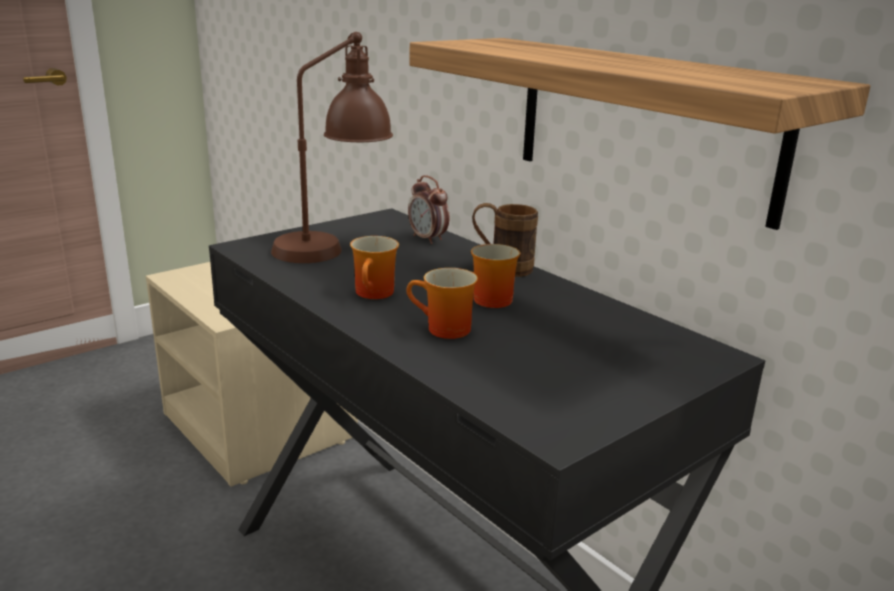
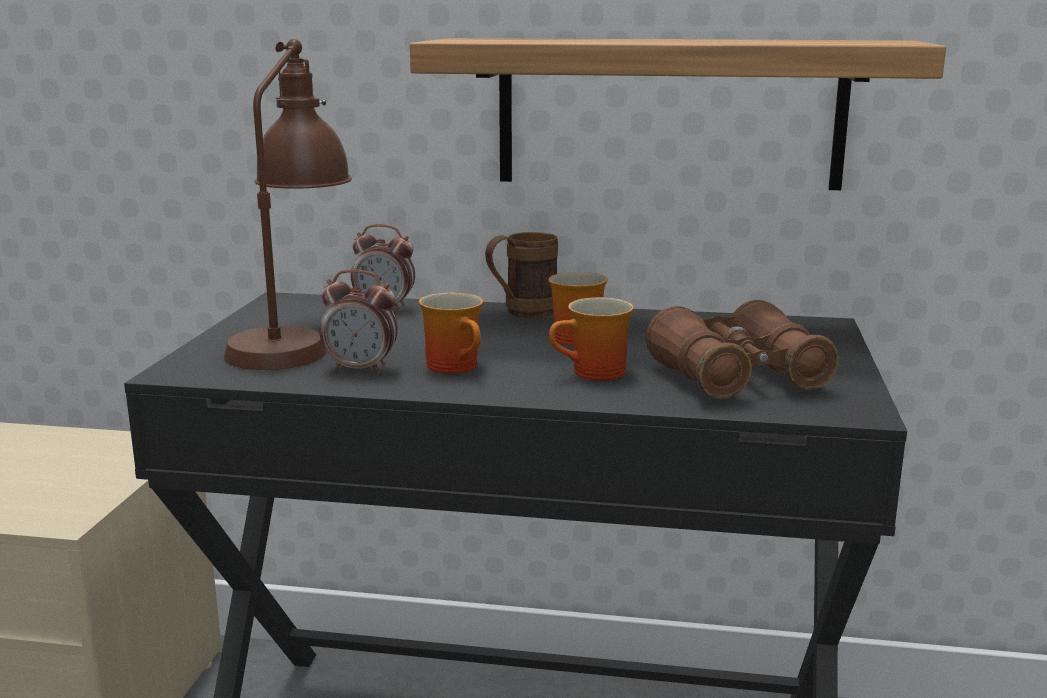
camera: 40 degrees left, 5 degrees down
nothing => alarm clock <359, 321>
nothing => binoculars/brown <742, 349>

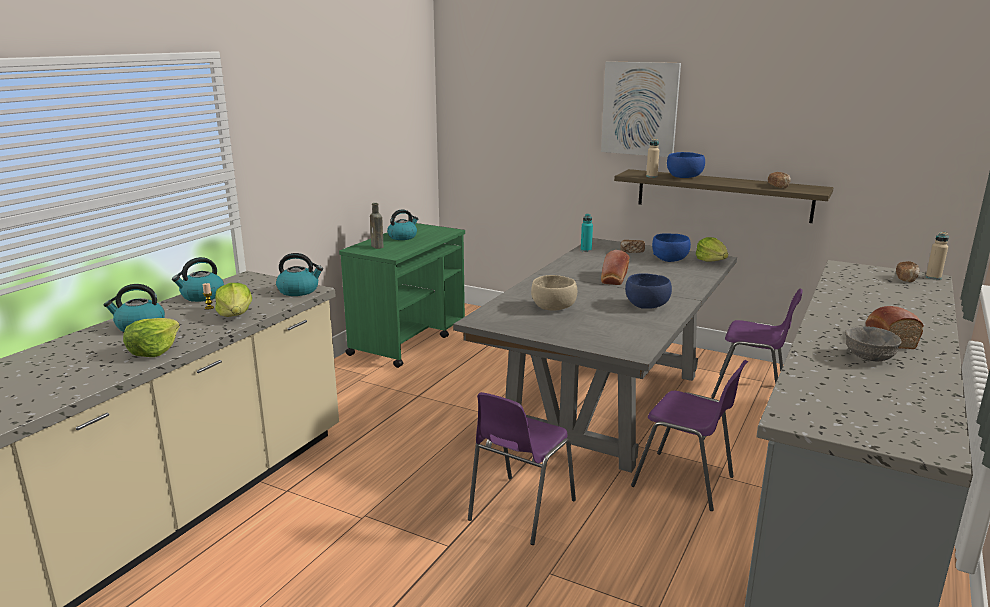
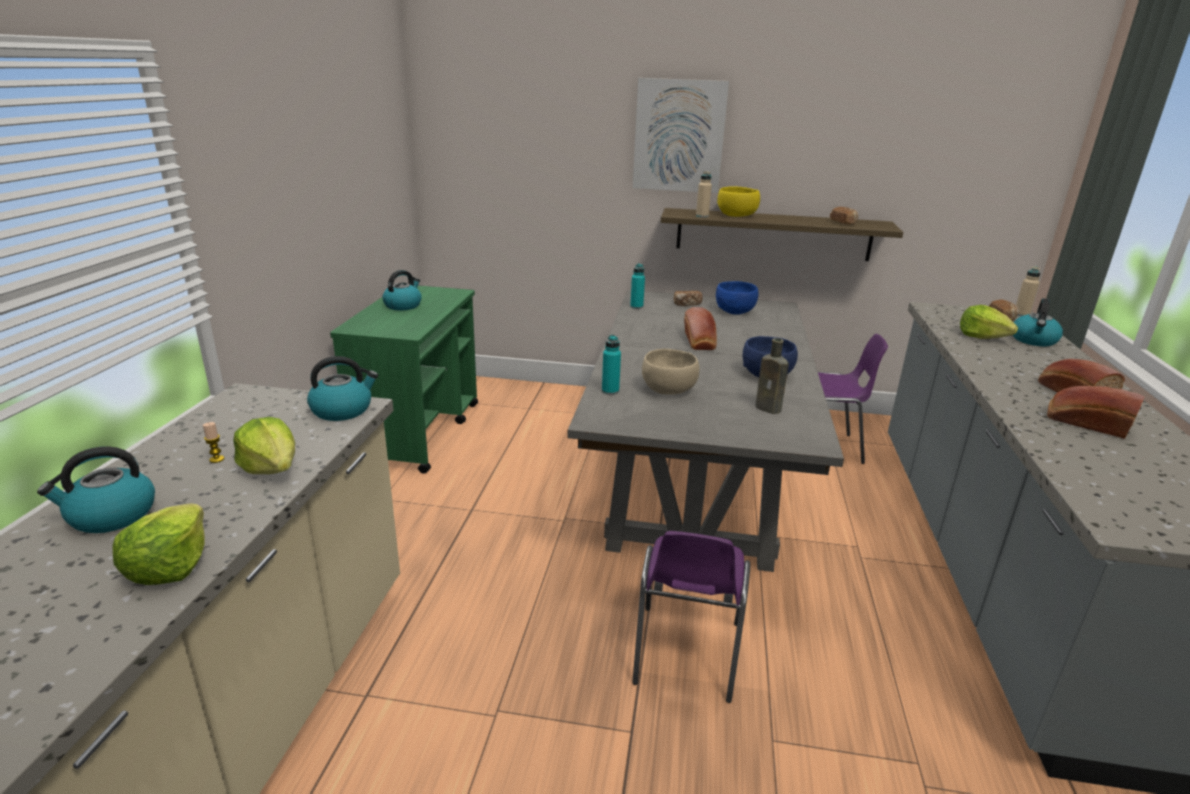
camera: 20 degrees left, 5 degrees up
chair/purple <689, 435> => nothing
nothing => bottle/turquoise <611, 365>
kettle <198, 279> => kettle <1038, 322>, move
bottle/brown <376, 226> => bottle/brown <772, 376>, move
lettuce <712, 249> => lettuce <989, 322>, move
bowl/grey <873, 344> => bread <1096, 412>
bowl/blue <686, 165> => bowl/yellow <738, 202>

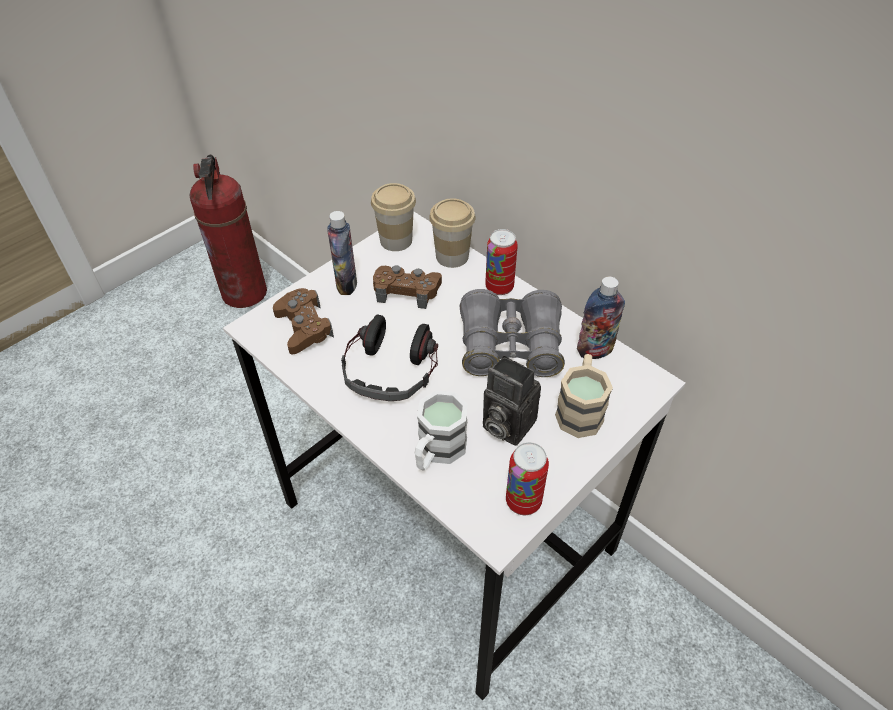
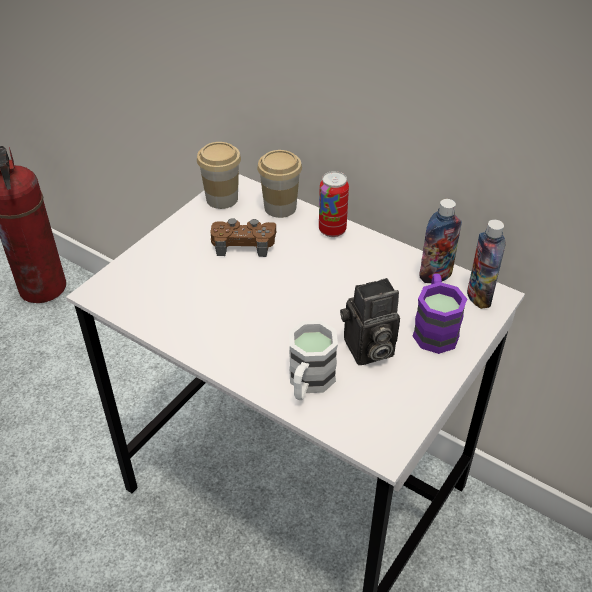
camera: 10 degrees left, 5 degrees down
game controller/brown <303, 321> => nothing
headphones <389, 357> => nothing
binoculars/grey <512, 333> => nothing
can <527, 478> => nothing
bottle <342, 253> => bottle <486, 264>, move
mug/beige <584, 396> => mug/purple <440, 314>
photo camera <512, 400> => photo camera <370, 321>, 45 degrees counterclockwise

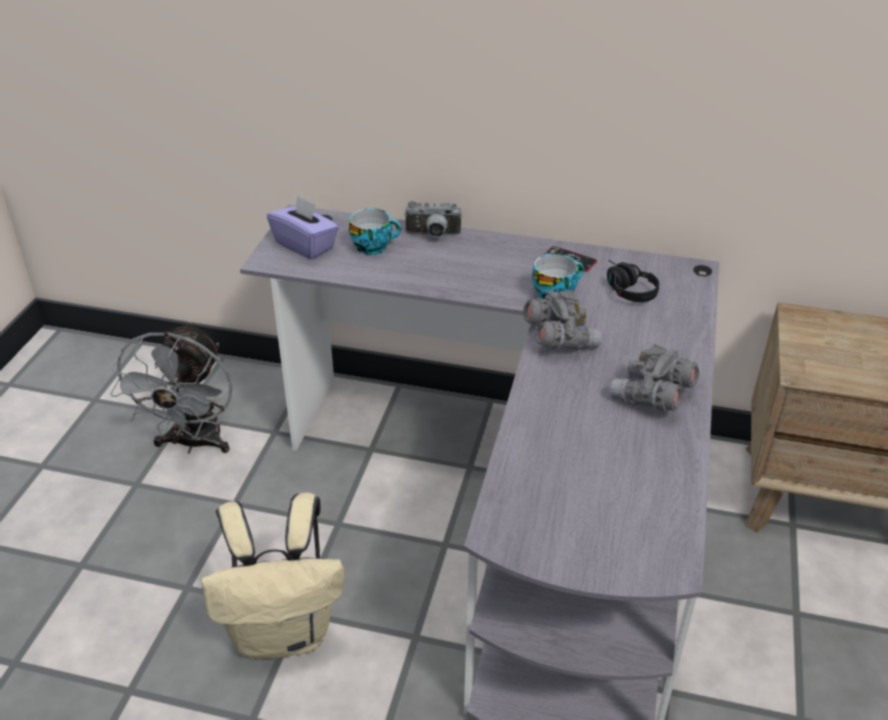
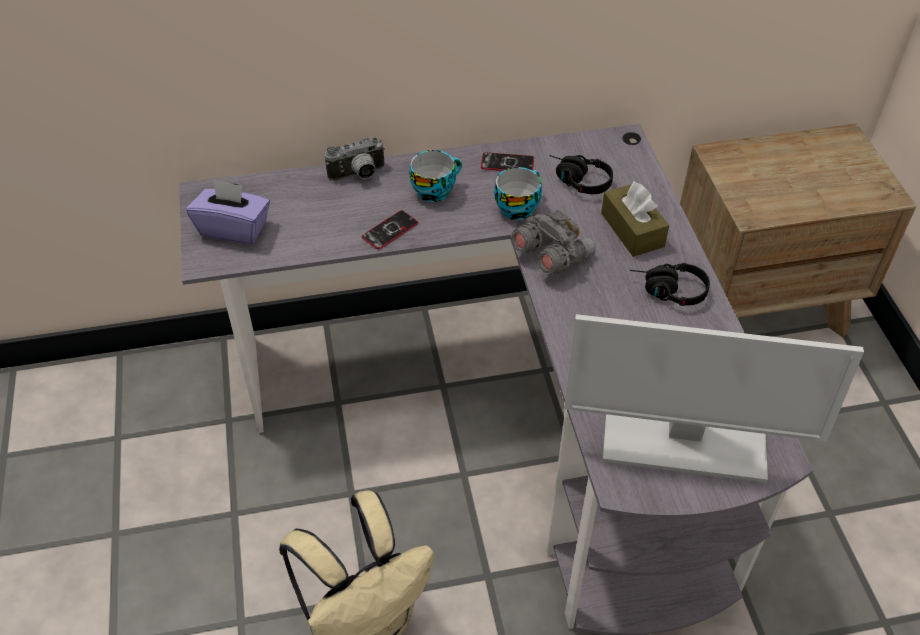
camera: 25 degrees left, 10 degrees up
fan/grey <171, 387> => nothing
nothing => phone <390, 230>
nothing => monitor <714, 398>
nothing => tissue box/brown <635, 219>
cup <375, 231> => cup <435, 176>, move
binoculars/grey <654, 378> => headphones/black <670, 284>

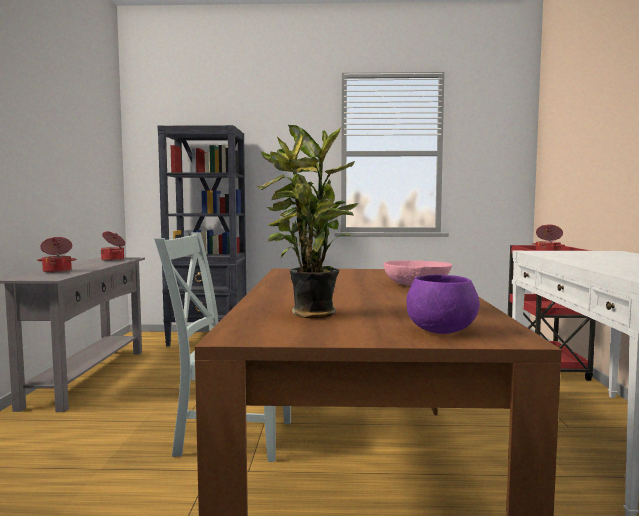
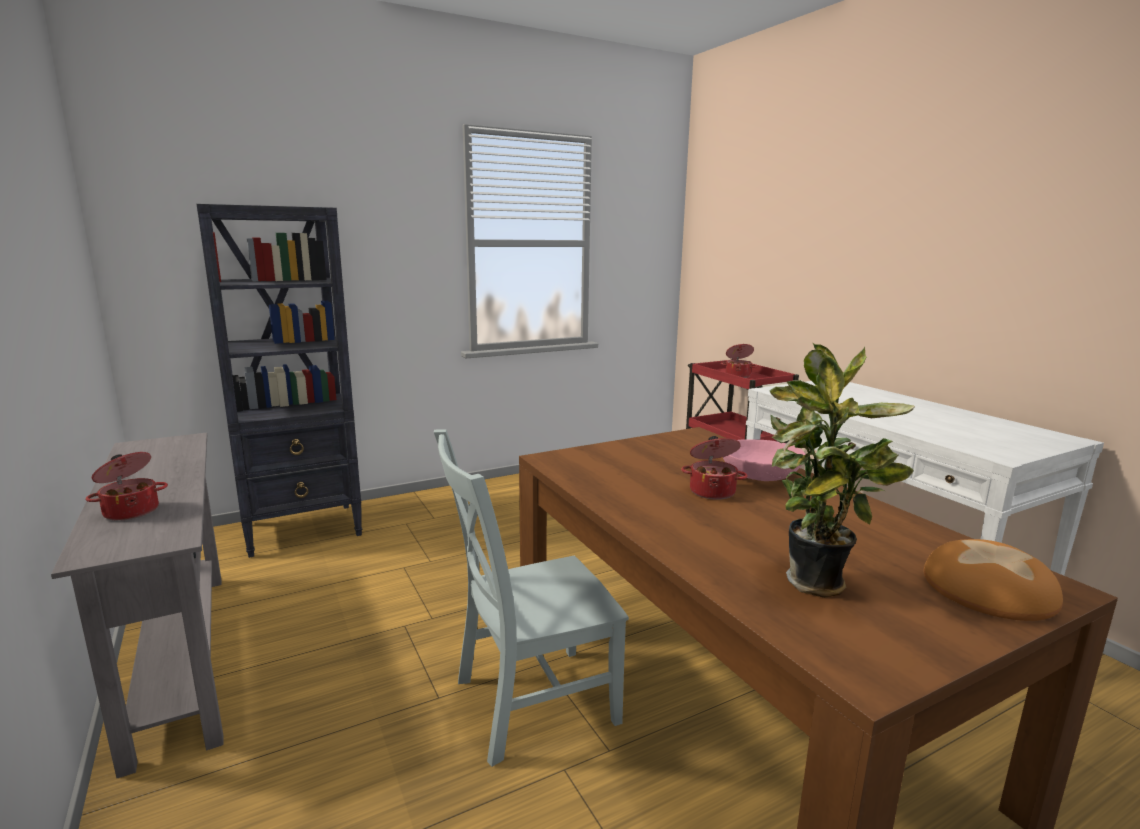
camera: 30 degrees left, 10 degrees up
cooking pot <113, 246> => cooking pot <714, 468>, move
bowl/purple <443, 304> => bread <993, 580>

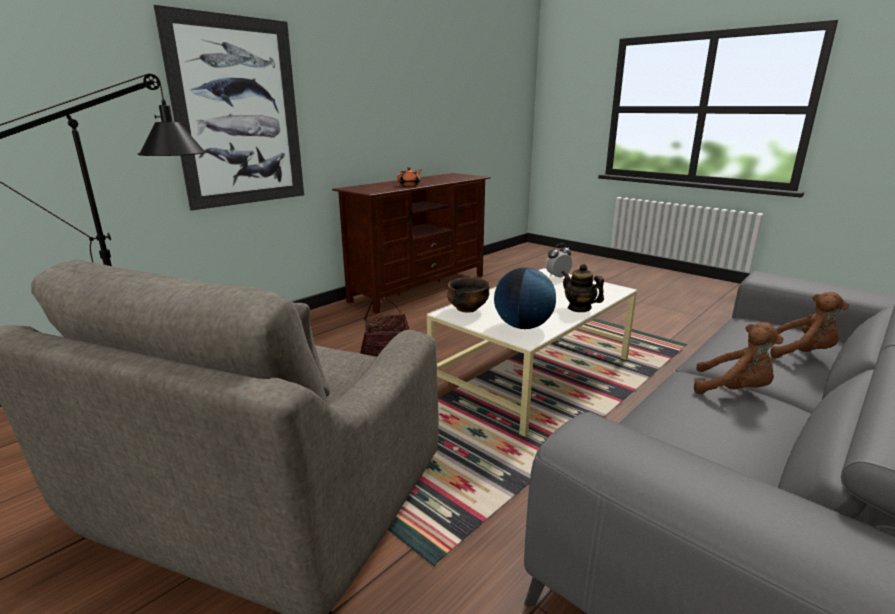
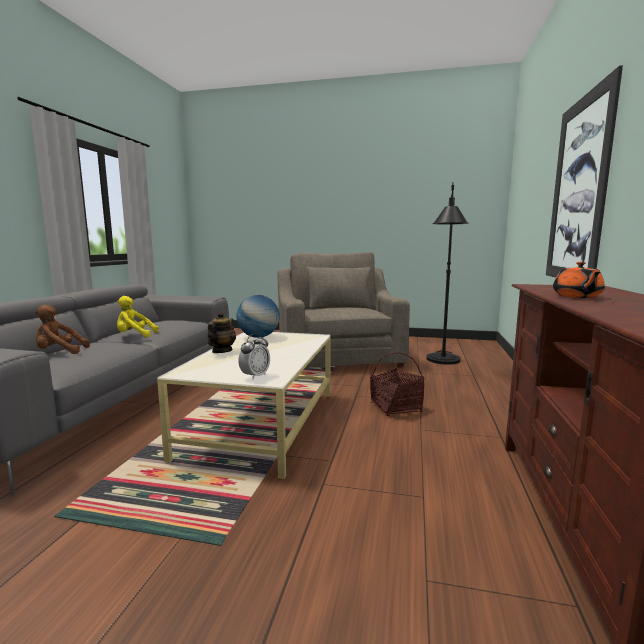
camera: 150 degrees right, 10 degrees down
bowl <468, 295> => nothing
plush toy/brown <739, 358> => plush toy/yellow <138, 316>
teapot <583, 288> => teapot <221, 332>, 90 degrees counterclockwise

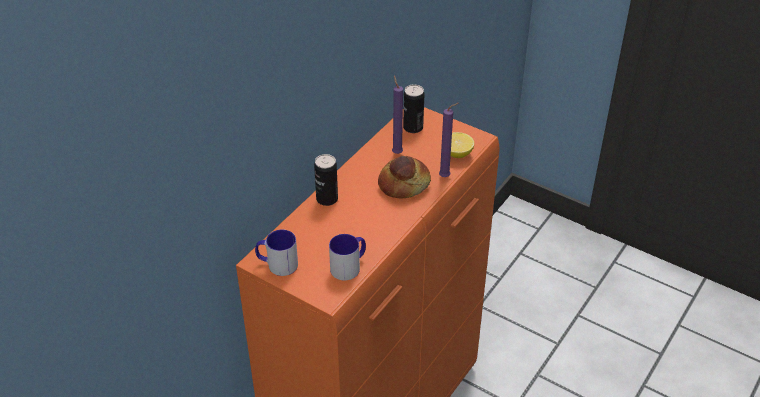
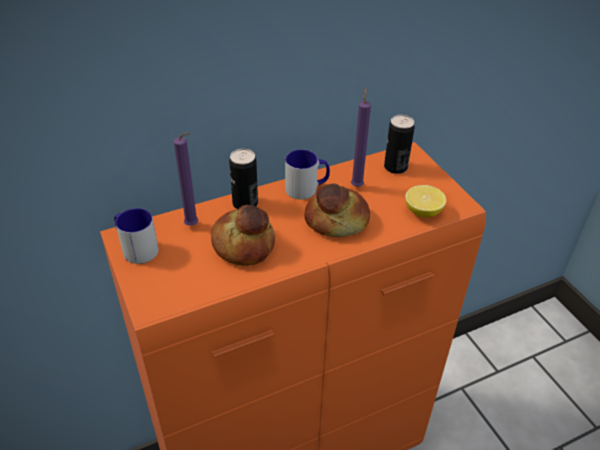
camera: 30 degrees right, 0 degrees up
nothing => bread <243, 235>
mug <347, 257> => mug <307, 174>, move
candle/purple <449, 140> => candle/purple <186, 179>, move

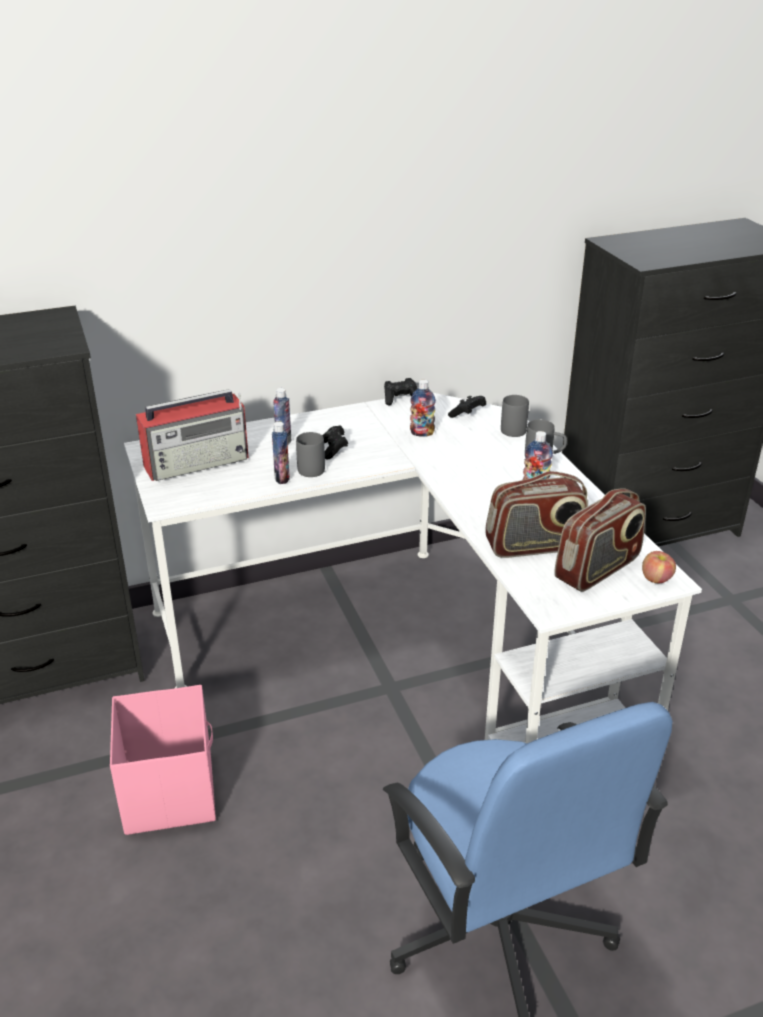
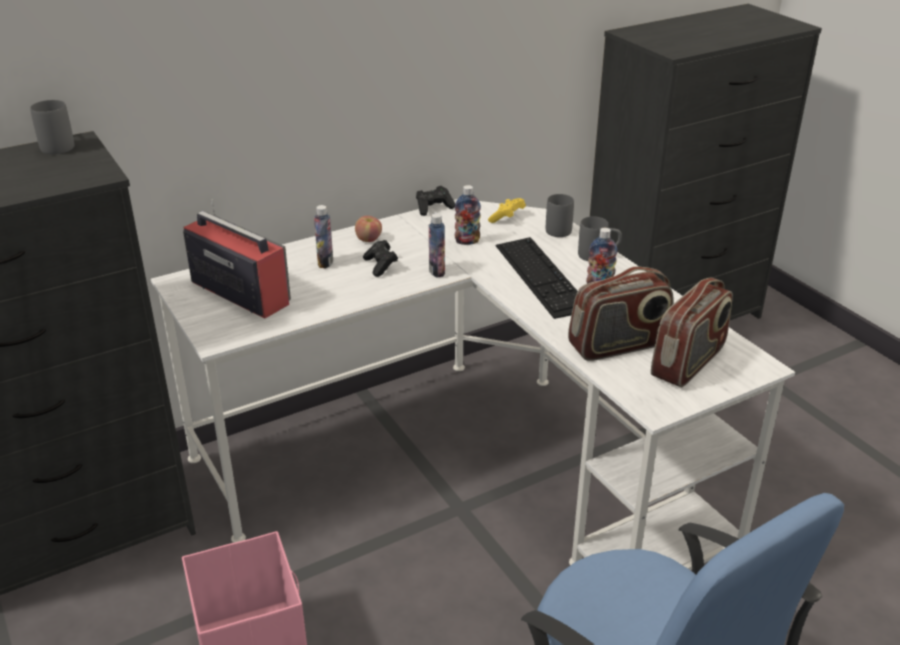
camera: 10 degrees left, 0 degrees up
nothing => keyboard <537, 278>
bottle <281, 453> => bottle <437, 245>, move
mug/grey <310, 454> => mug/grey <52, 127>, move
apple <659, 567> => apple <368, 229>, move
game controller/black <467, 407> => game controller/yellow <507, 210>
radio <192, 435> => radio <237, 259>, 105 degrees counterclockwise

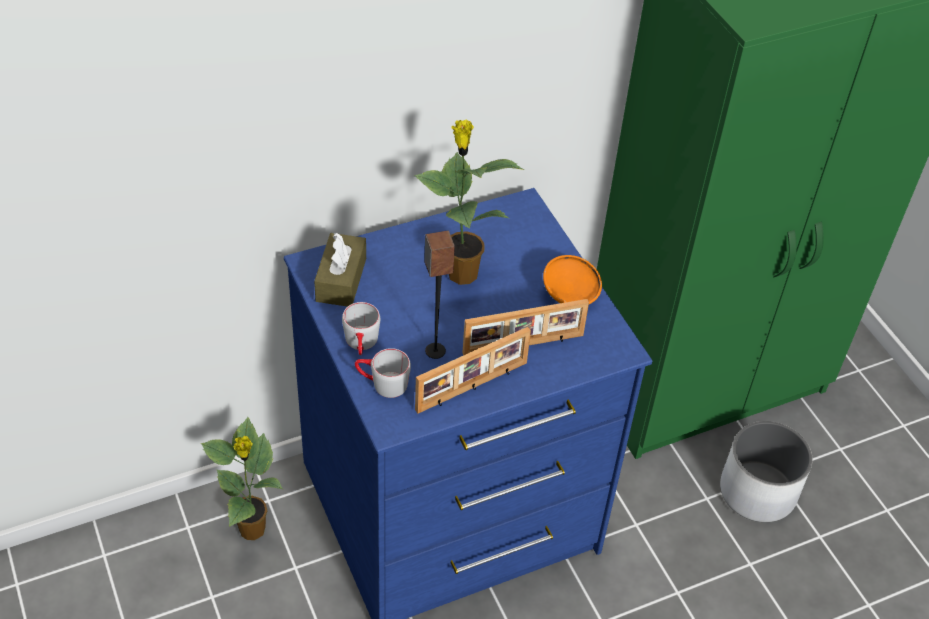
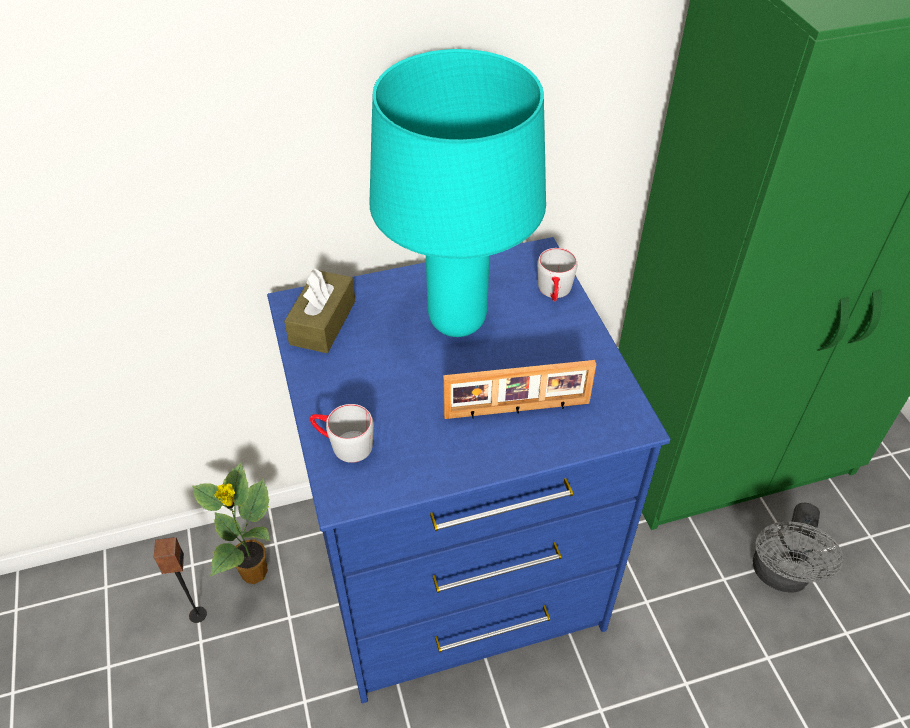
camera: 10 degrees right, 0 degrees up
picture frame <473, 370> => nothing
bowl/orange <572, 279> => nothing
mug/grey <361, 328> => mug/grey <557, 275>, move
speaker <439, 294> => speaker <180, 580>, move
potted plant <469, 202> => table lamp/turquoise <457, 193>
planter/white <766, 471> => fan/grey <798, 548>

